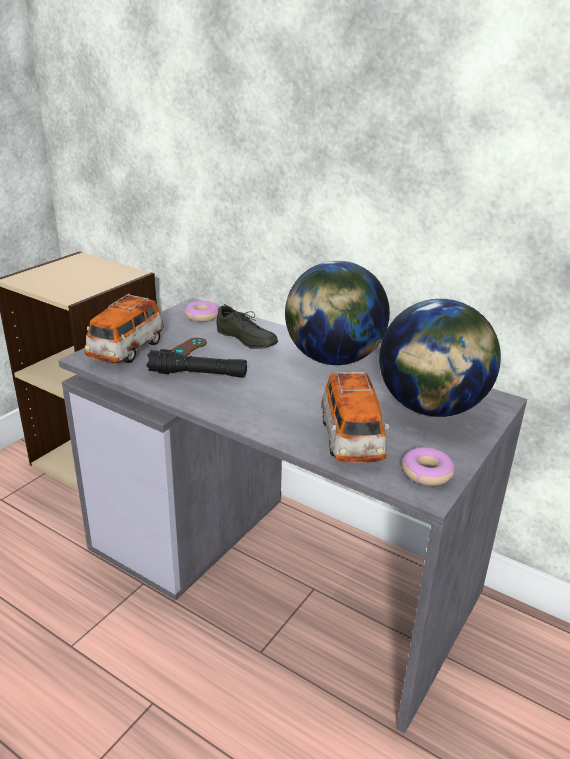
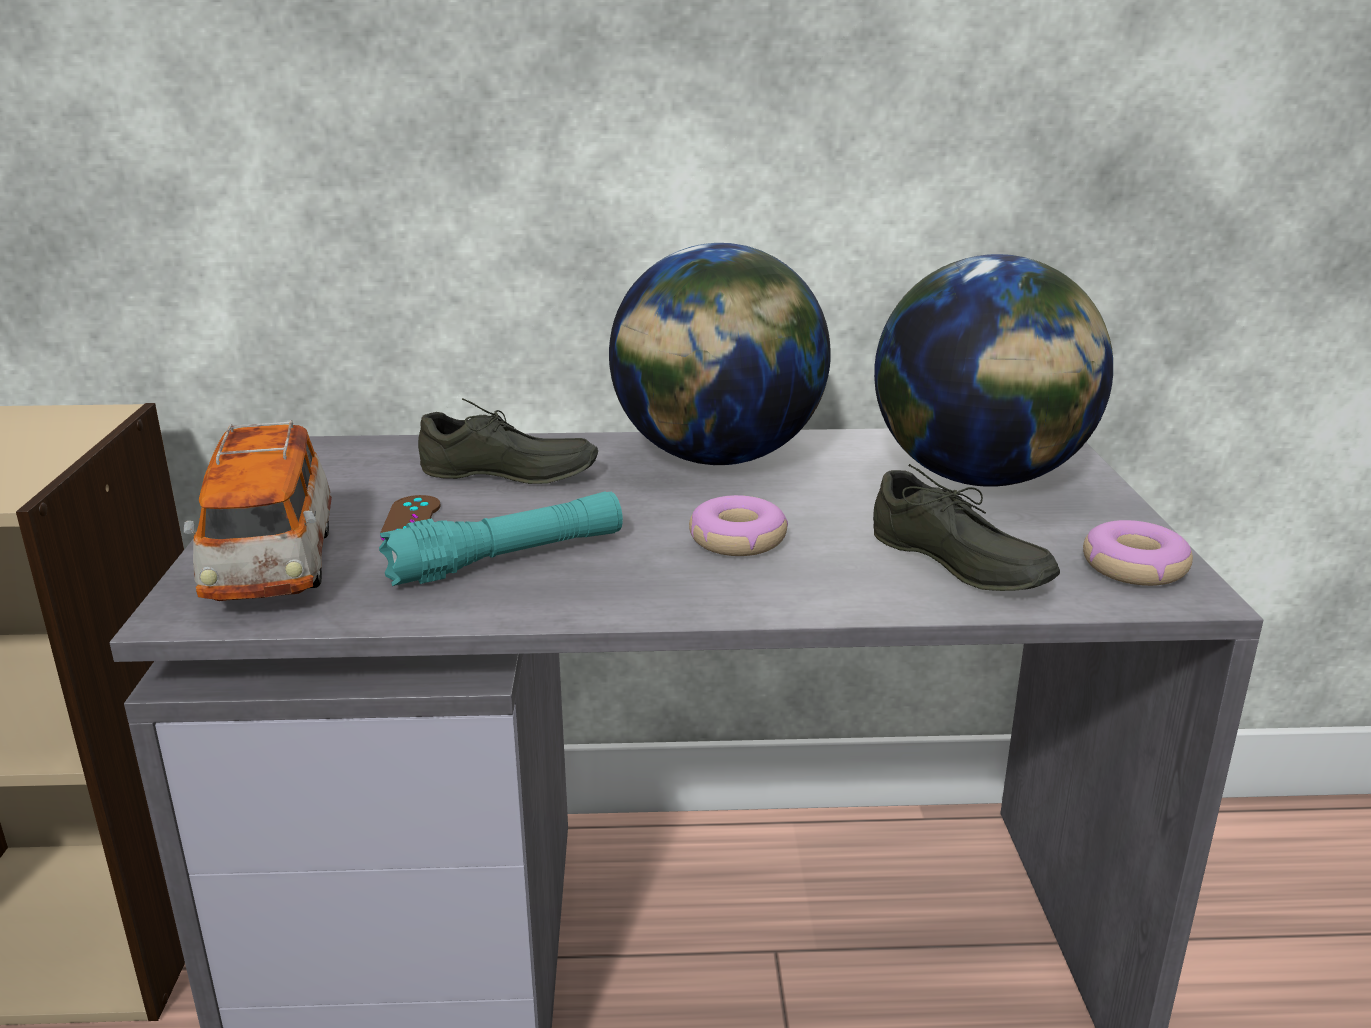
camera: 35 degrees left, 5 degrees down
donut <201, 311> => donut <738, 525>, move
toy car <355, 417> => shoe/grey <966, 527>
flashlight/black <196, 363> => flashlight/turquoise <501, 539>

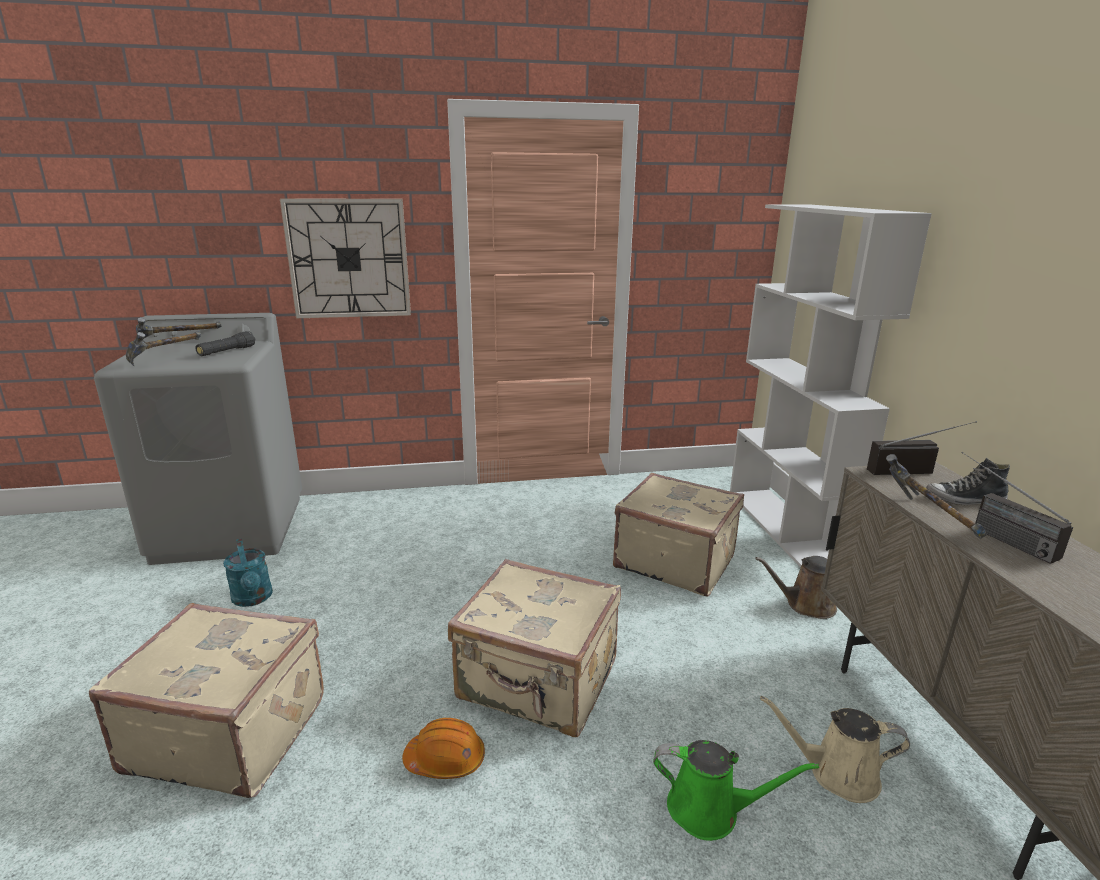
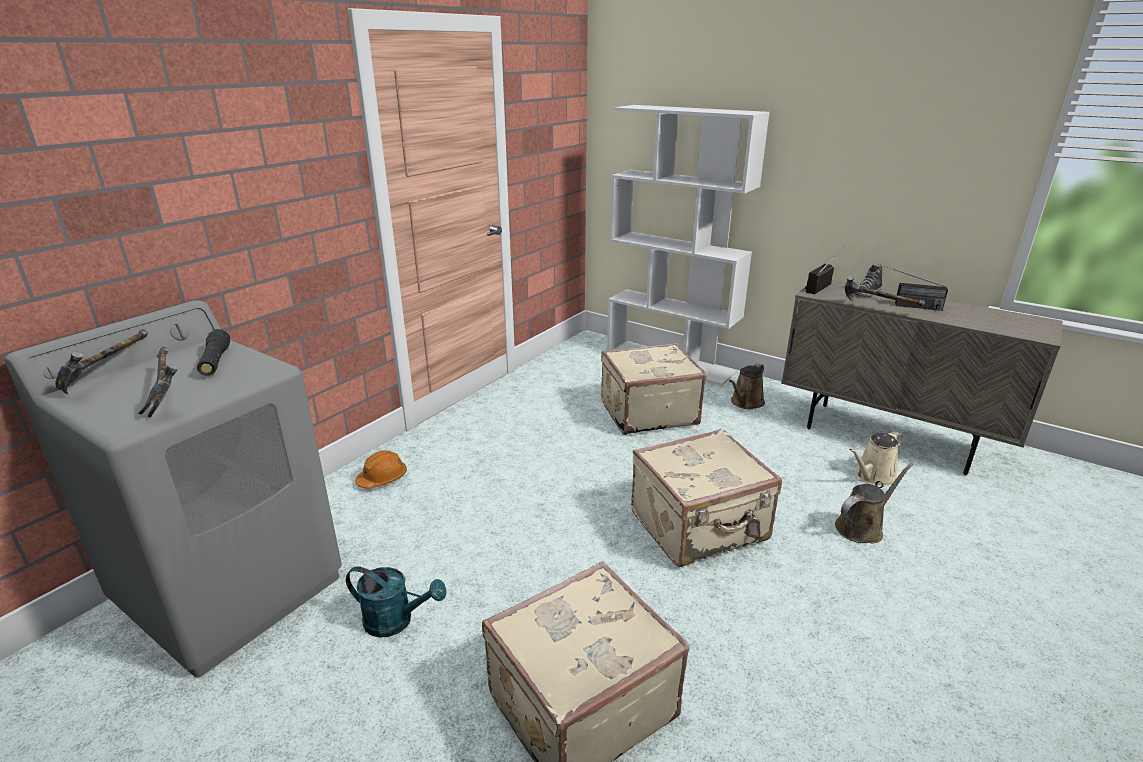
camera: 45 degrees left, 5 degrees up
wall clock <345, 258> => nothing
hard hat/orange <443, 748> => hard hat/orange <381, 469>, move
watering can/green <736, 790> => watering can/brown <874, 503>

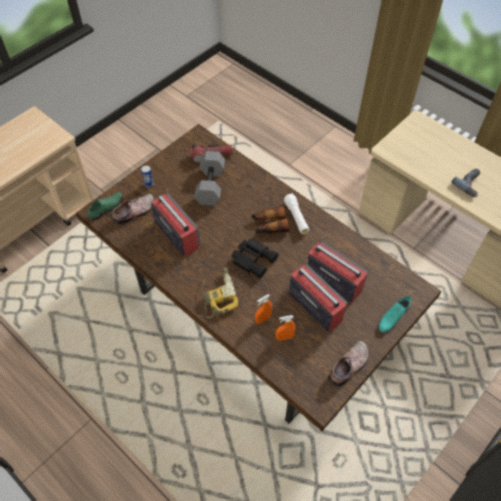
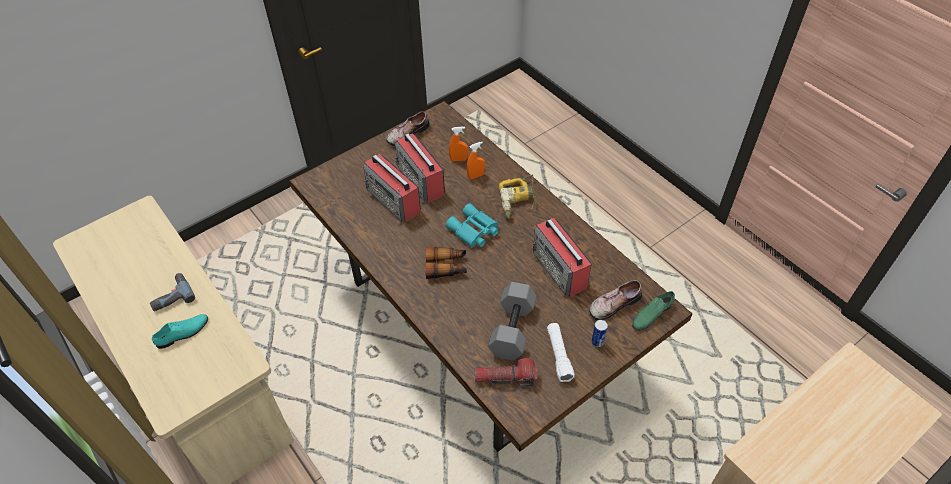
camera: 170 degrees left, 5 degrees down
flashlight/white <296, 213> => flashlight/white <561, 352>, move
shoe/turquoise <394, 315> => shoe/turquoise <180, 331>, move
binoculars/black <255, 258> => binoculars/turquoise <472, 225>

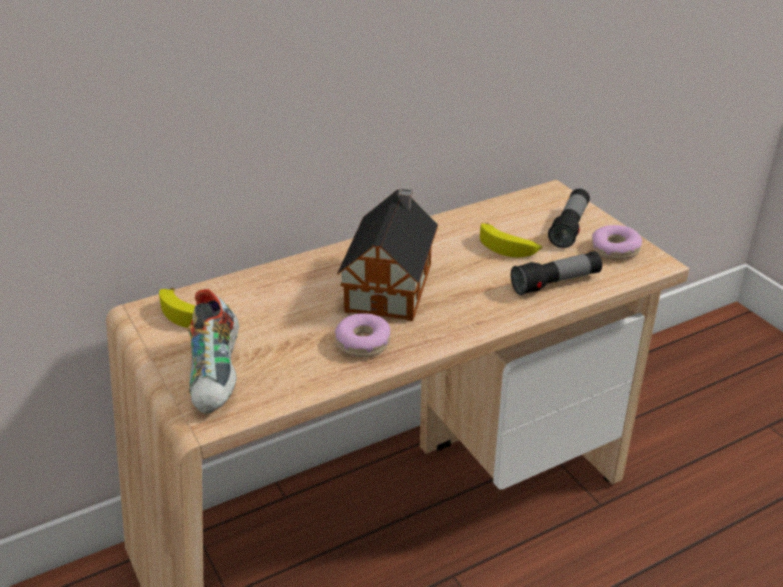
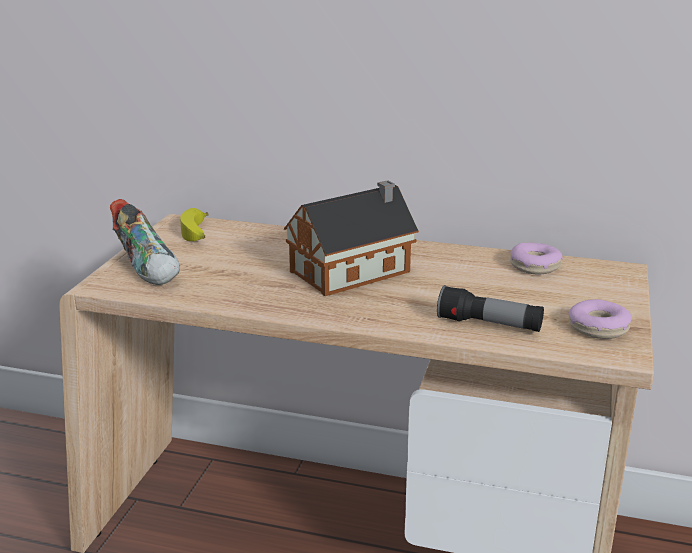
camera: 45 degrees right, 10 degrees down
banana <511, 240> => nothing
flashlight <569, 218> => nothing
donut <362, 335> => donut <536, 258>, move
shoe <213, 351> => shoe <145, 242>, 75 degrees counterclockwise

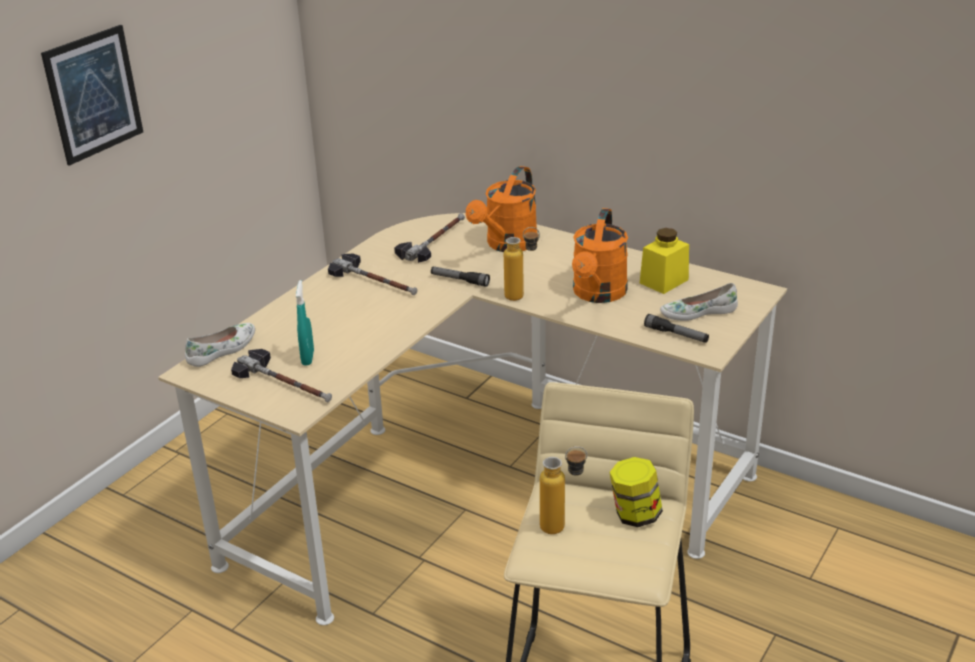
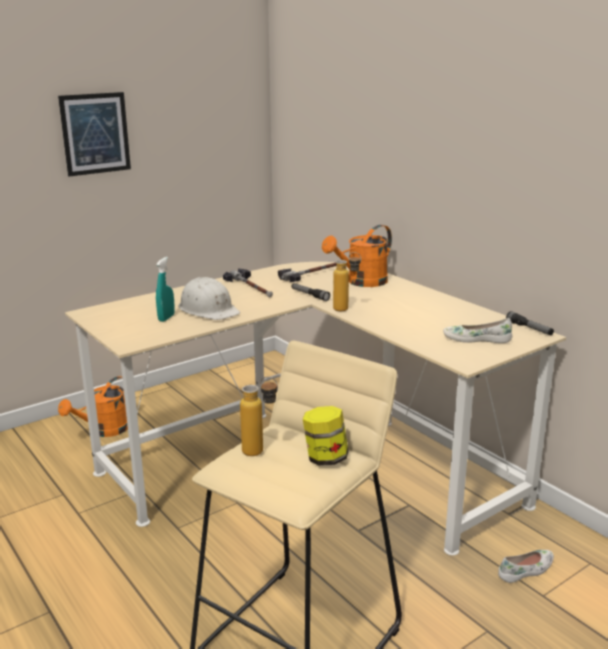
camera: 20 degrees right, 10 degrees down
hammer <281, 375> => nothing
jar/yellow <664, 261> => nothing
nothing => hard hat/white <209, 298>
shoe/white <220, 345> => shoe/white <526, 566>, move
watering can/orange <600, 255> => watering can/orange <93, 406>, move
flashlight <676, 328> => flashlight <530, 323>, move

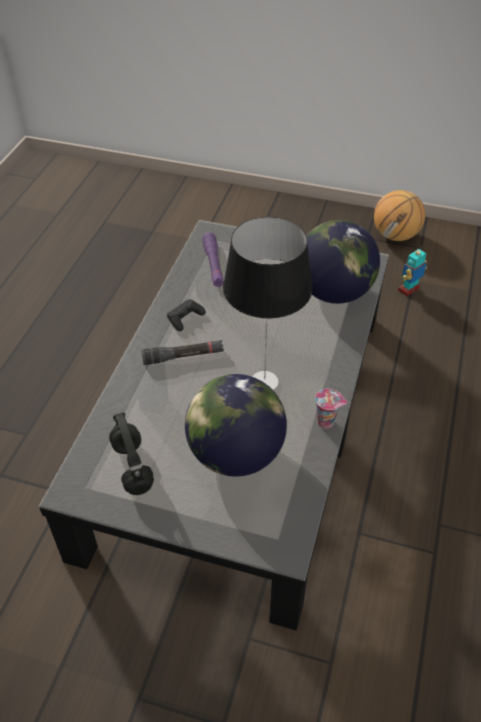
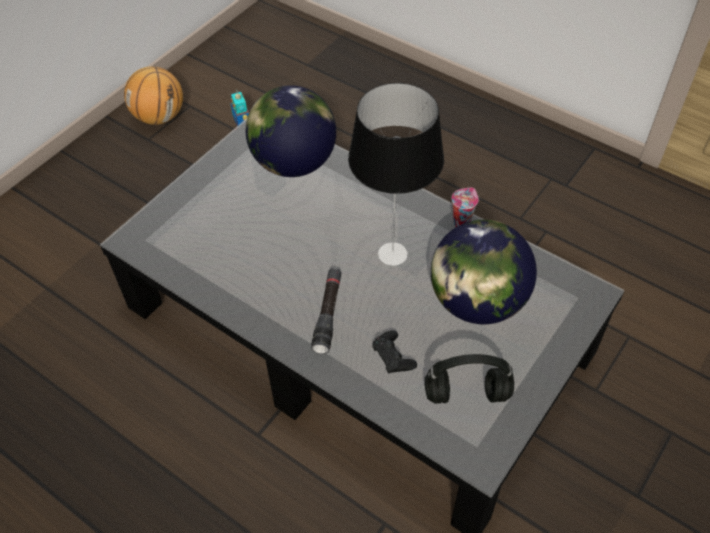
camera: 70 degrees left, 5 degrees up
flashlight/purple <213, 259> => nothing
game controller/black <186, 315> => game controller/black <394, 351>, move

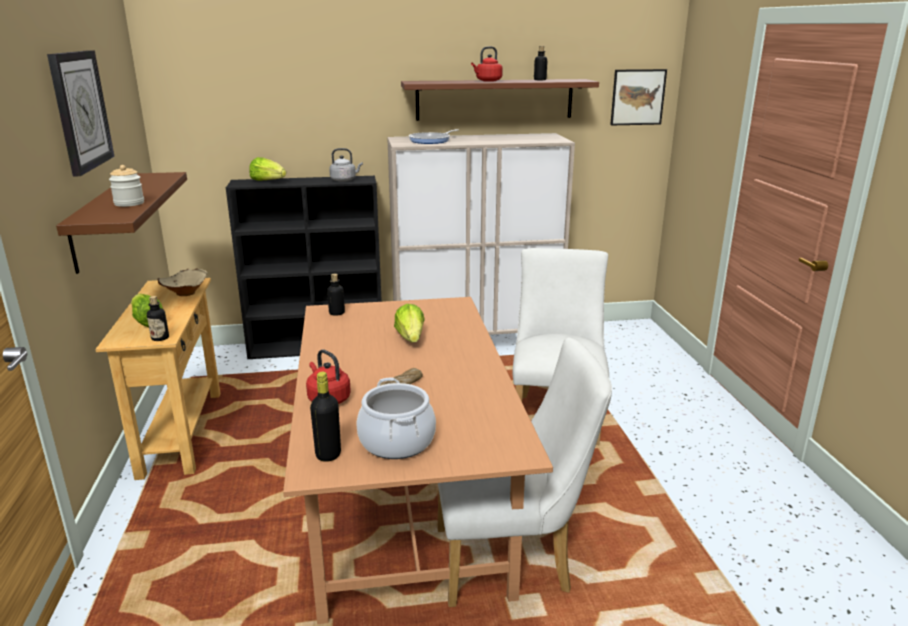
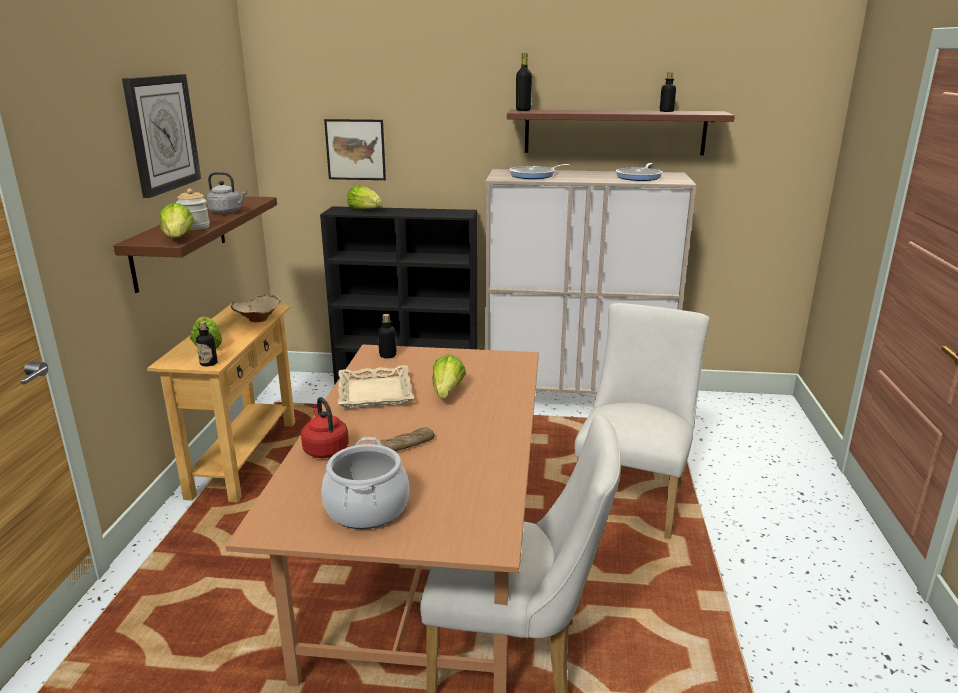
camera: 15 degrees right, 0 degrees up
kettle/red <487, 64> => nothing
nothing => lettuce <177, 220>
nothing => tray/beige <376, 387>
nothing => frying pan <639, 172>
bottle/black <325, 417> => bottle/black <524, 82>, move
kettle/grey <346, 165> => kettle/grey <226, 193>, move
picture <638, 97> => picture <355, 149>, move

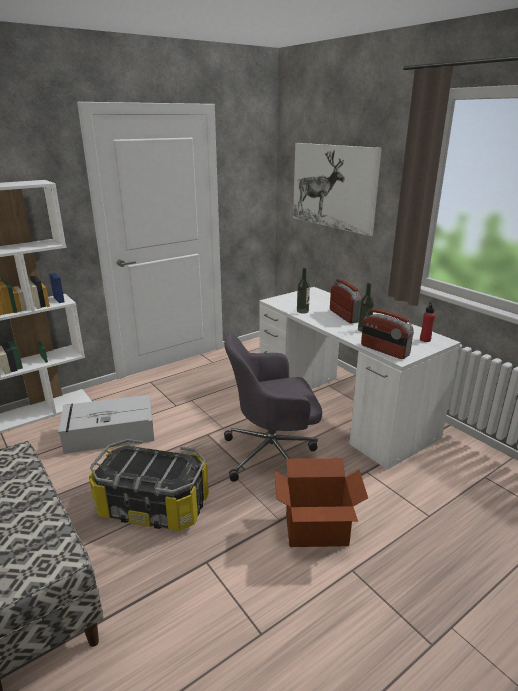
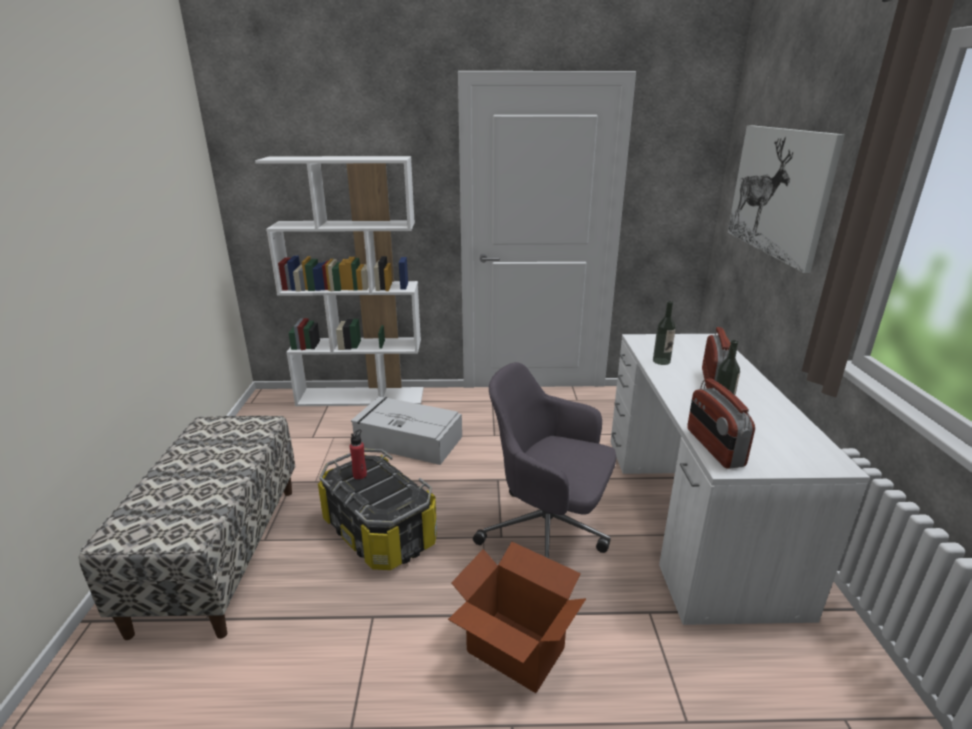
camera: 35 degrees right, 0 degrees up
bottle/red <427, 322> => bottle/red <358, 454>, move

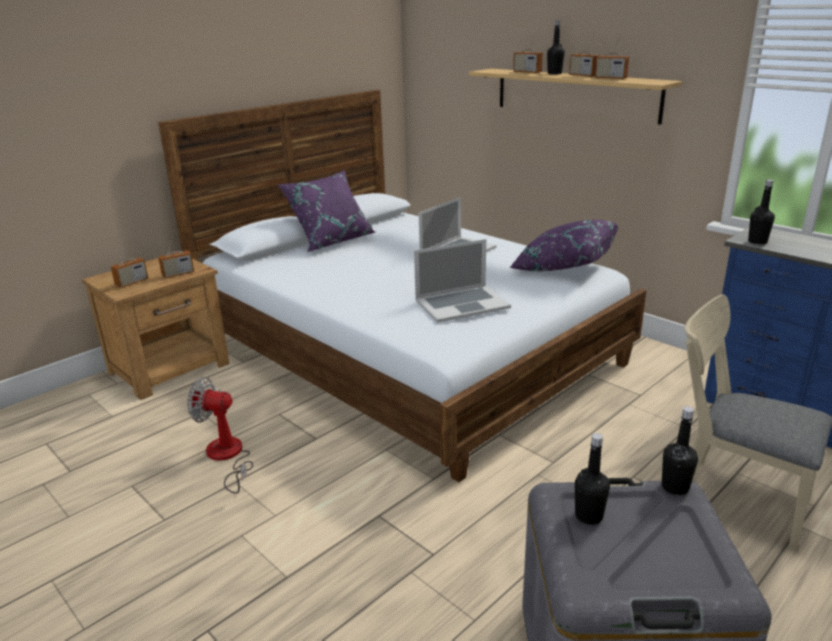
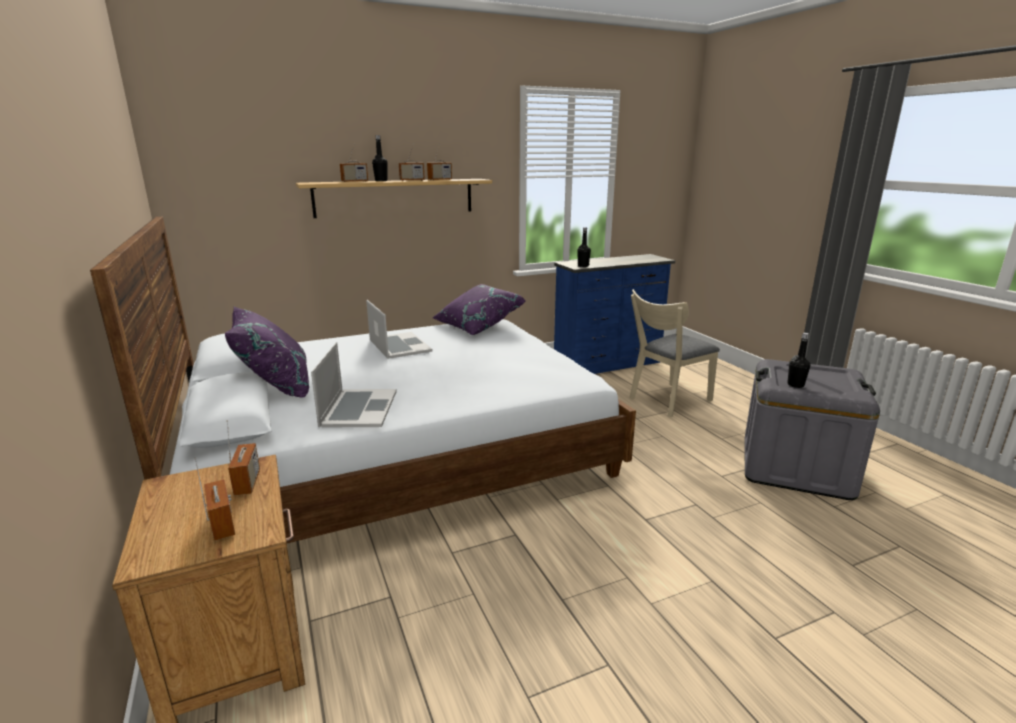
camera: 70 degrees left, 5 degrees down
fan <220, 435> => nothing
bottle/black <680, 450> => nothing
laptop <462, 281> => laptop <354, 385>, move

